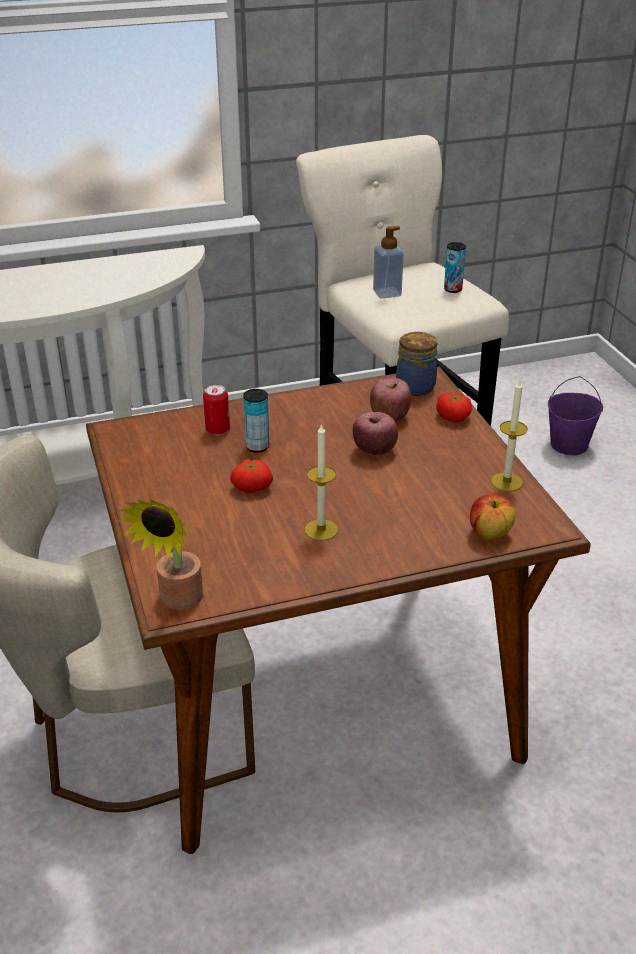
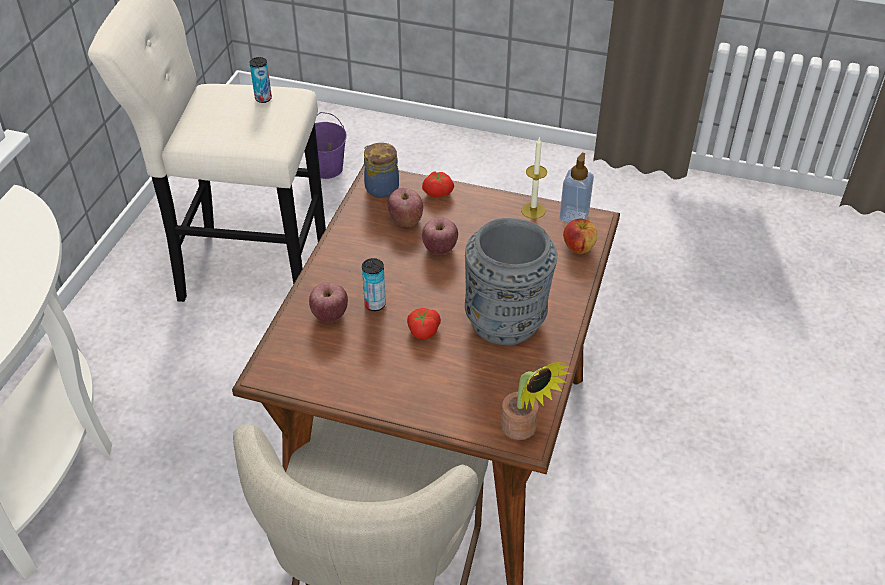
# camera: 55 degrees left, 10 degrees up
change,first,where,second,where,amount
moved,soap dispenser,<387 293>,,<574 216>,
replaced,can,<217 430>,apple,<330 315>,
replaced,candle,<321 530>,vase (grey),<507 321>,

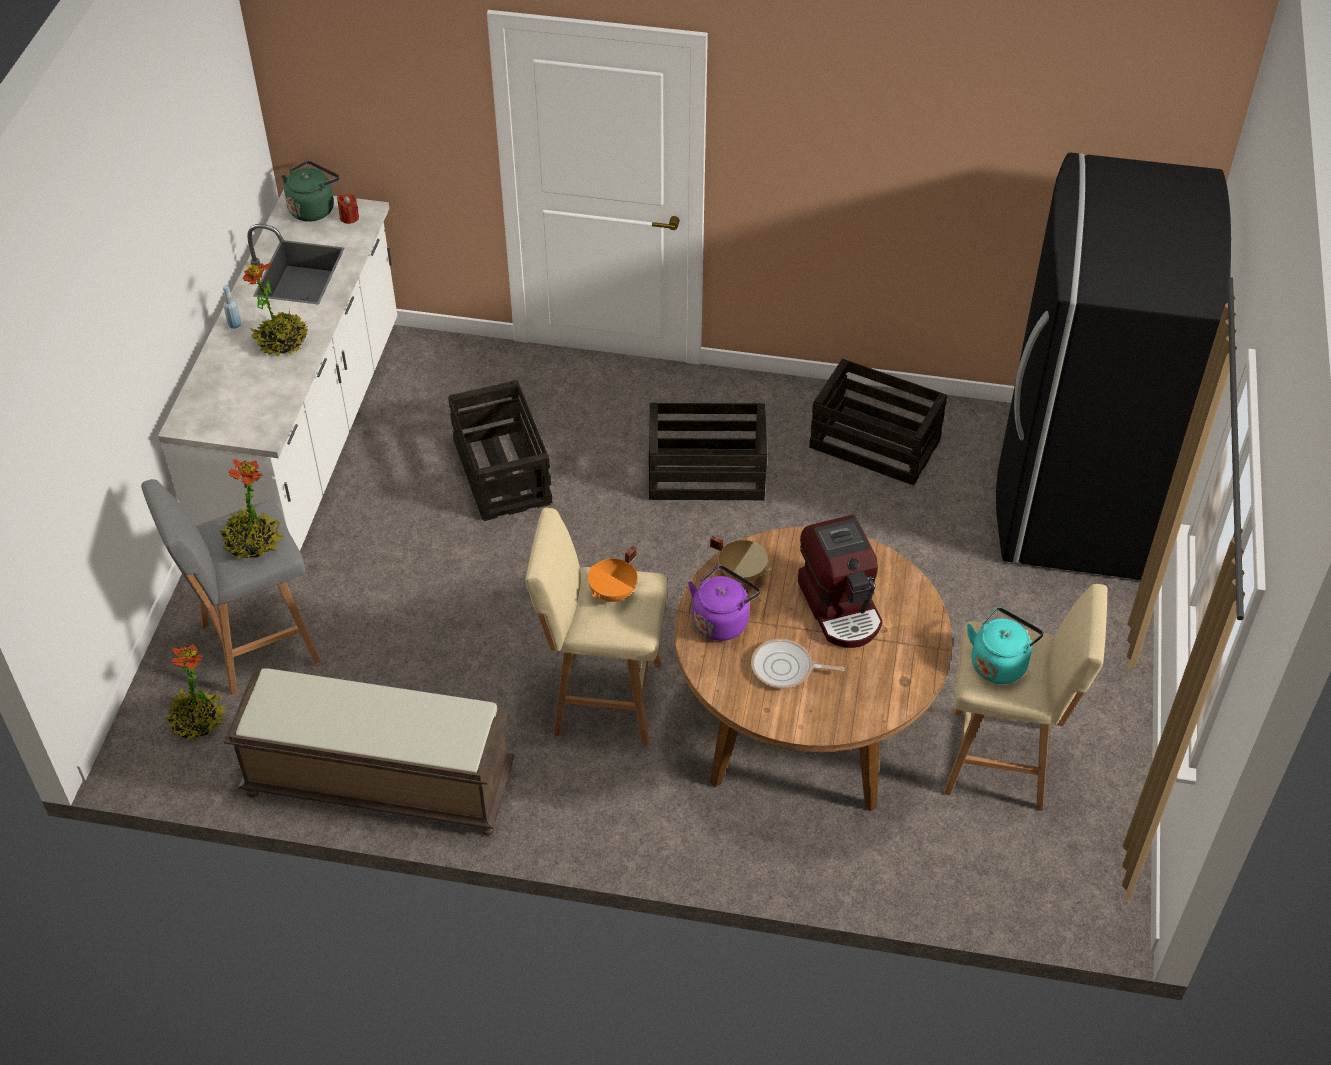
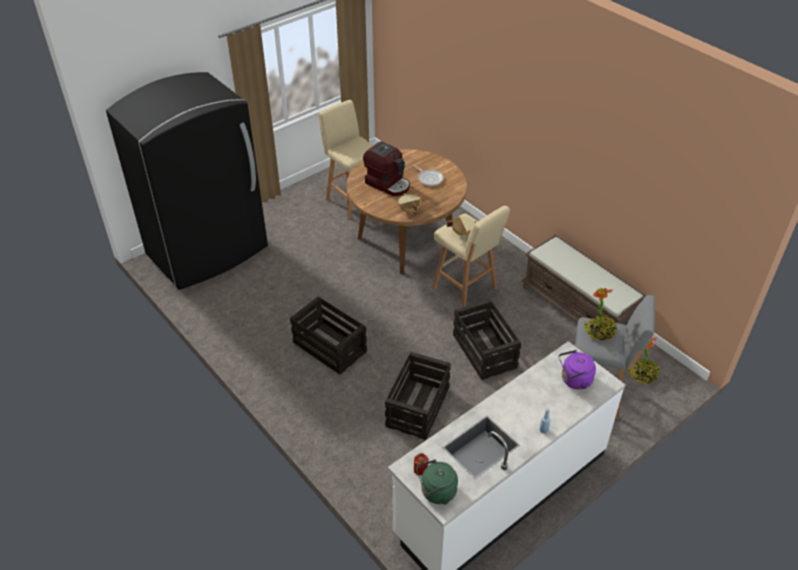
# camera: 140 degrees left, 5 degrees down
change,first,where,second,where,amount
removed,potted plant,<282 342>,,,
removed,kettle (turquoise),<999 662>,,,
moved,kettle (purple),<722 620>,,<574 380>,
moved,crate,<876 445>,,<484 351>,
recoloured,cooking pot (orange),<614 593>,cooking pot (beige),<462 232>,
turned,coffee machine,<841 607>,,<388 184>,105 degrees clockwise

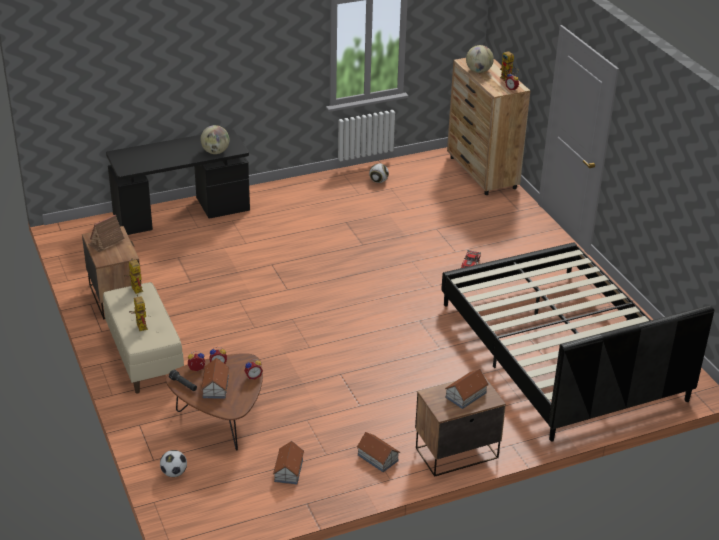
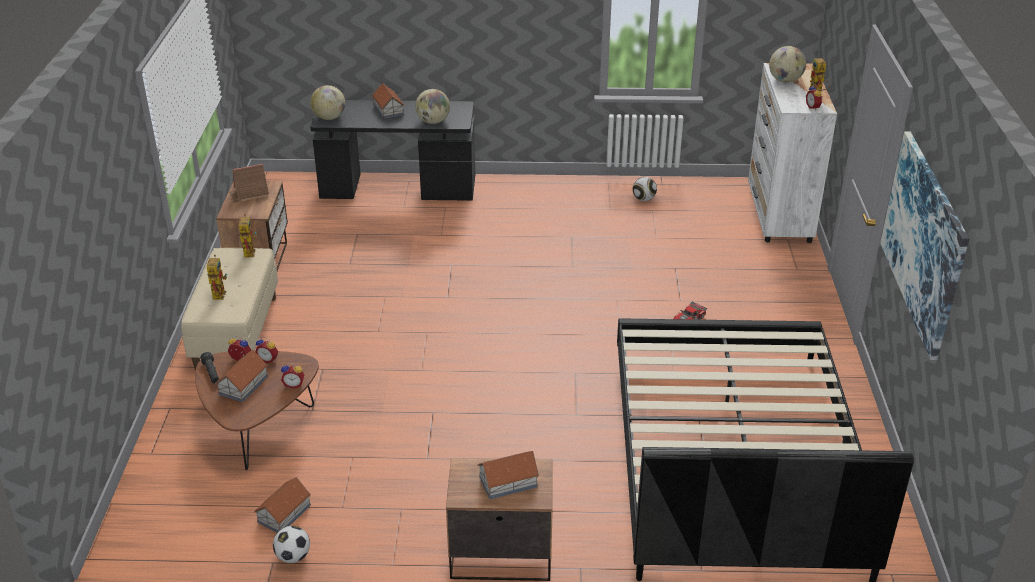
# camera: 25 degrees right, 0 degrees up
change,first,where,second,where,amount
added,,,globe,<329 118>,
added,,,picture,<924 241>,
moved,football,<174 473>,,<293 556>,
moved,toy house,<377 457>,,<388 109>,
recoloured,dresser (brown),<482 173>,dresser (white),<779 215>,

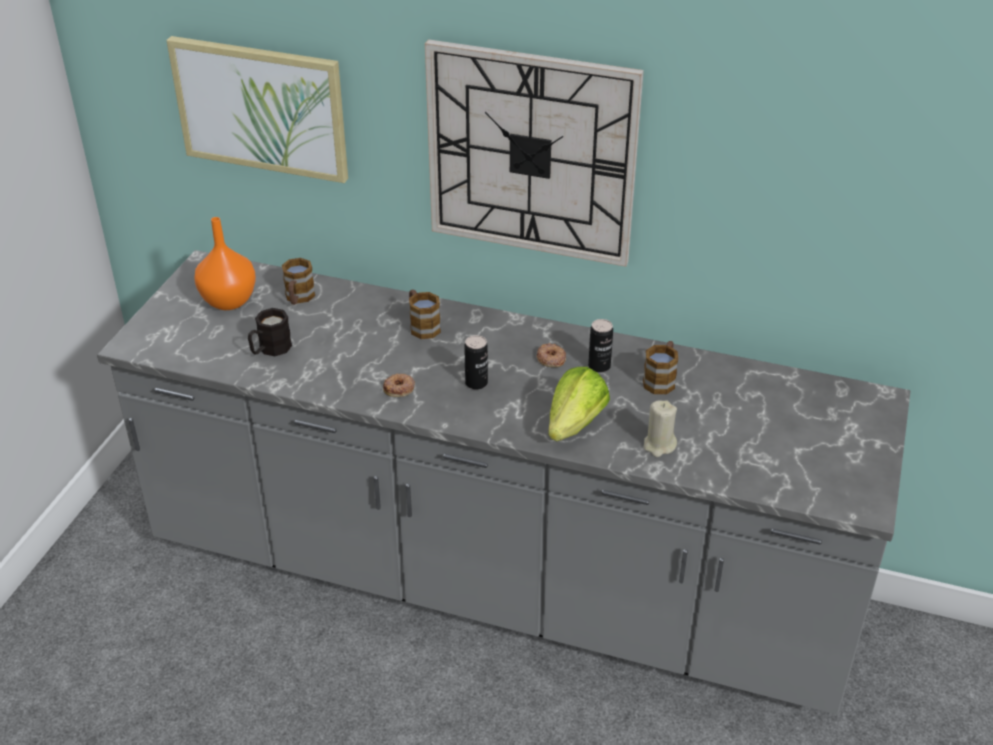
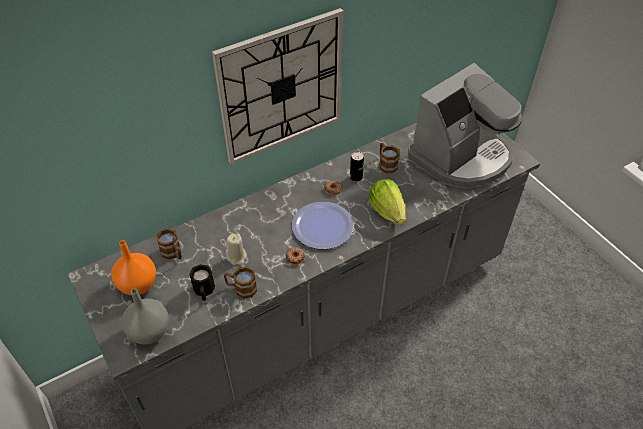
# camera: 50 degrees left, 10 degrees up
change,first,where,second,where,amount
removed,picture,<261 108>,,,
added,,,vase (grey),<150 331>,
added,,,coffee machine,<462 157>,
moved,mug,<422 326>,,<241 288>,
moved,candle (beige),<659 445>,,<237 257>,
replaced,can,<476 383>,plate,<322 226>,

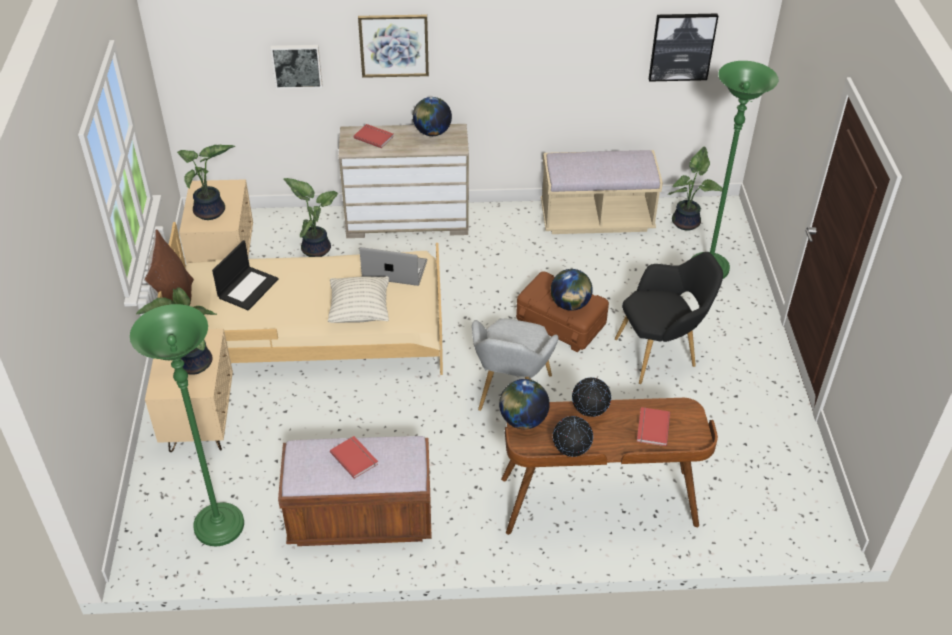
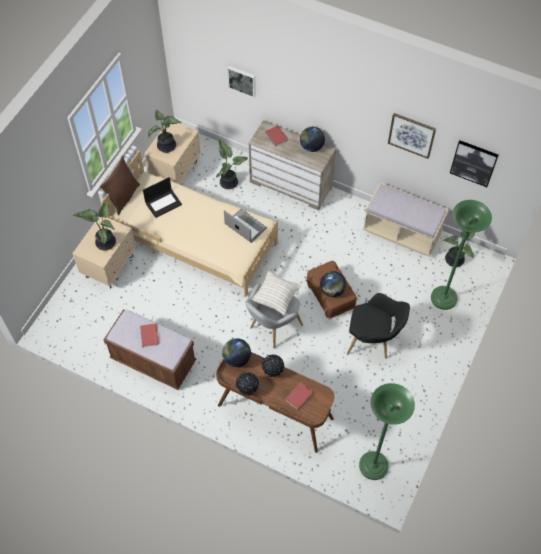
# camera: 30 degrees right, 15 degrees up
change,first,where,second,where,amount
moved,floor lamp (green),<219 526>,,<373 466>,
moved,pillow,<360 311>,,<276 297>,
moved,picture,<394 45>,,<411 135>,

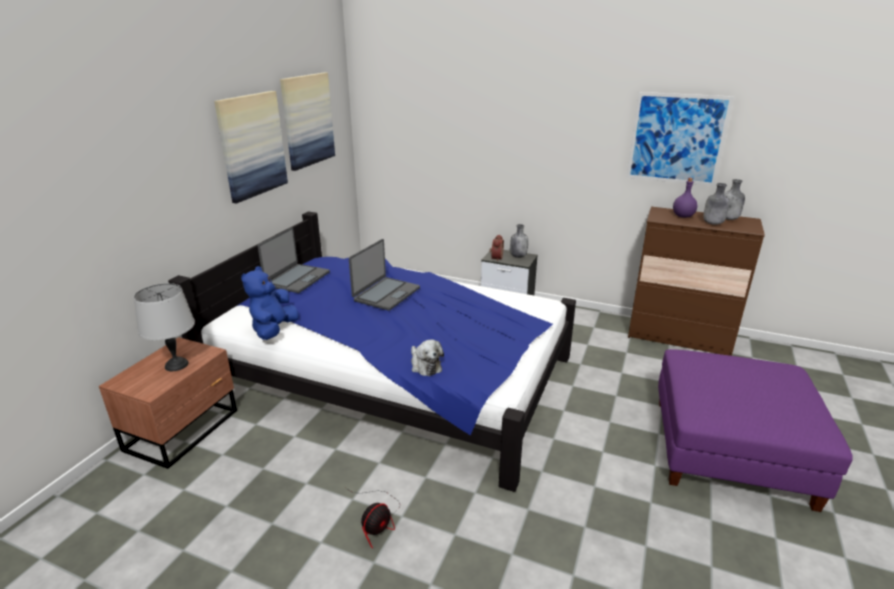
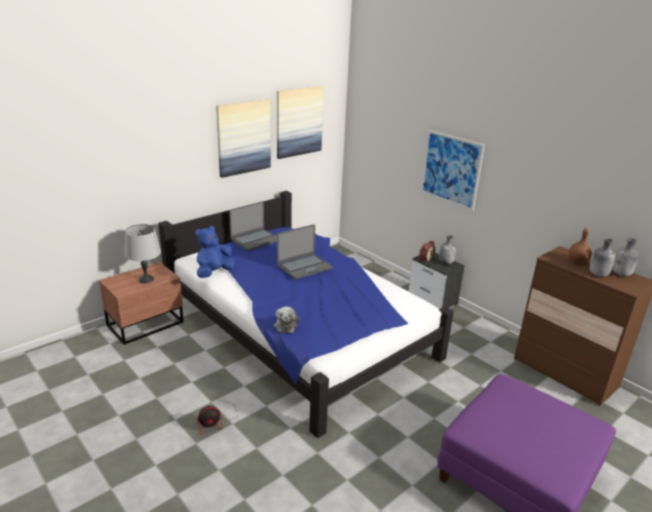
# camera: 25 degrees right, 0 degrees up
change,first,where,second,where,amount
moved,picture,<677 139>,,<450 169>,
recoloured,bottle (purple),<683 216>,bottle (brown),<577 261>,

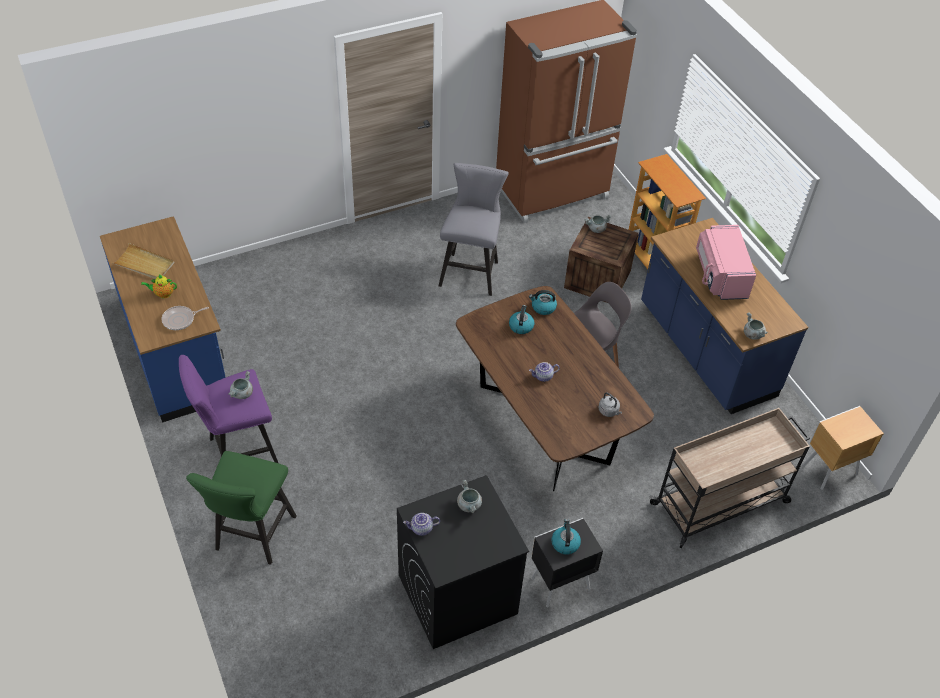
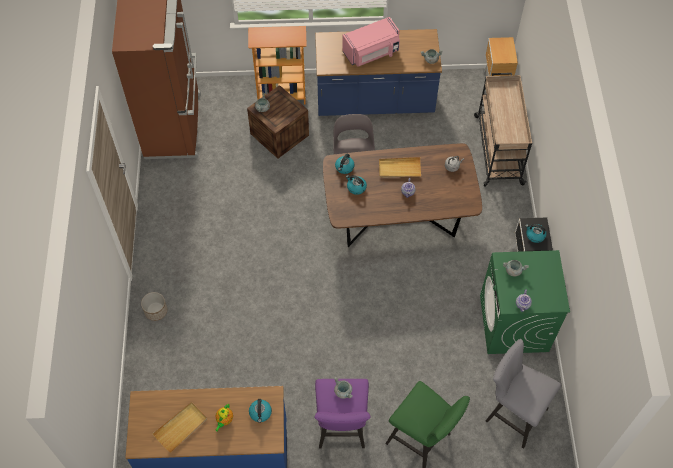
# camera: 65 degrees left, 10 degrees up
change,first,where,second,where,amount
added,,,planter,<156 311>,
added,,,tray (beige),<399 169>,
moved,stool (grey),<471 271>,,<512 413>,
replaced,frying pan,<180 320>,kettle,<260 413>,
recoloured,washing machine (black),<457 595>,washing machine (green),<514 324>,
turned,microwave (pink),<720 275>,,<372 53>,45 degrees counterclockwise

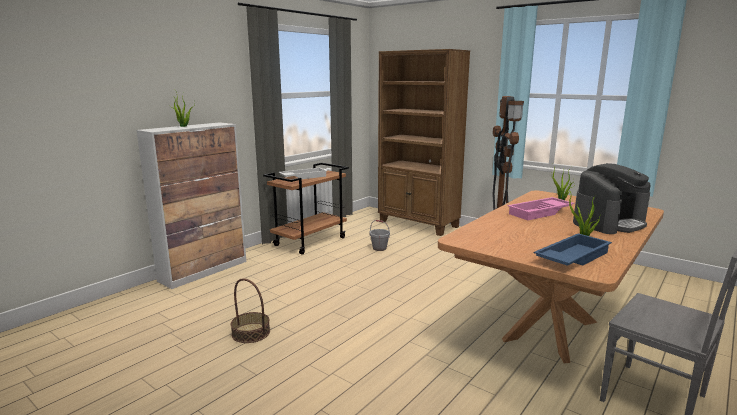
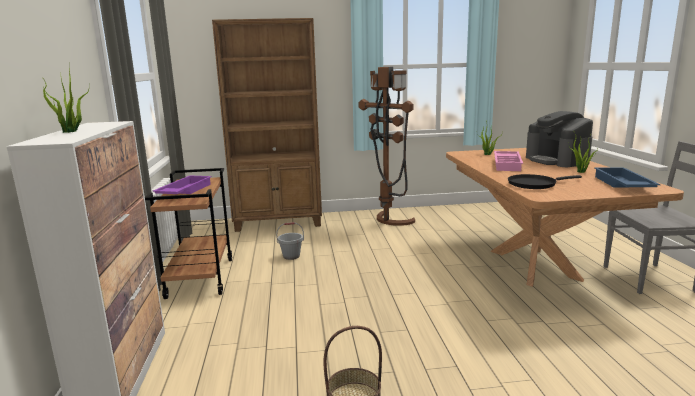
# camera: 45 degrees left, 0 degrees up
change,first,where,second,where,amount
added,,,frying pan (black),<534 184>,
recoloured,tray (white),<303 177>,tray (purple),<184 191>,
turned,coffee machine,<609 222>,,<557 160>,150 degrees clockwise

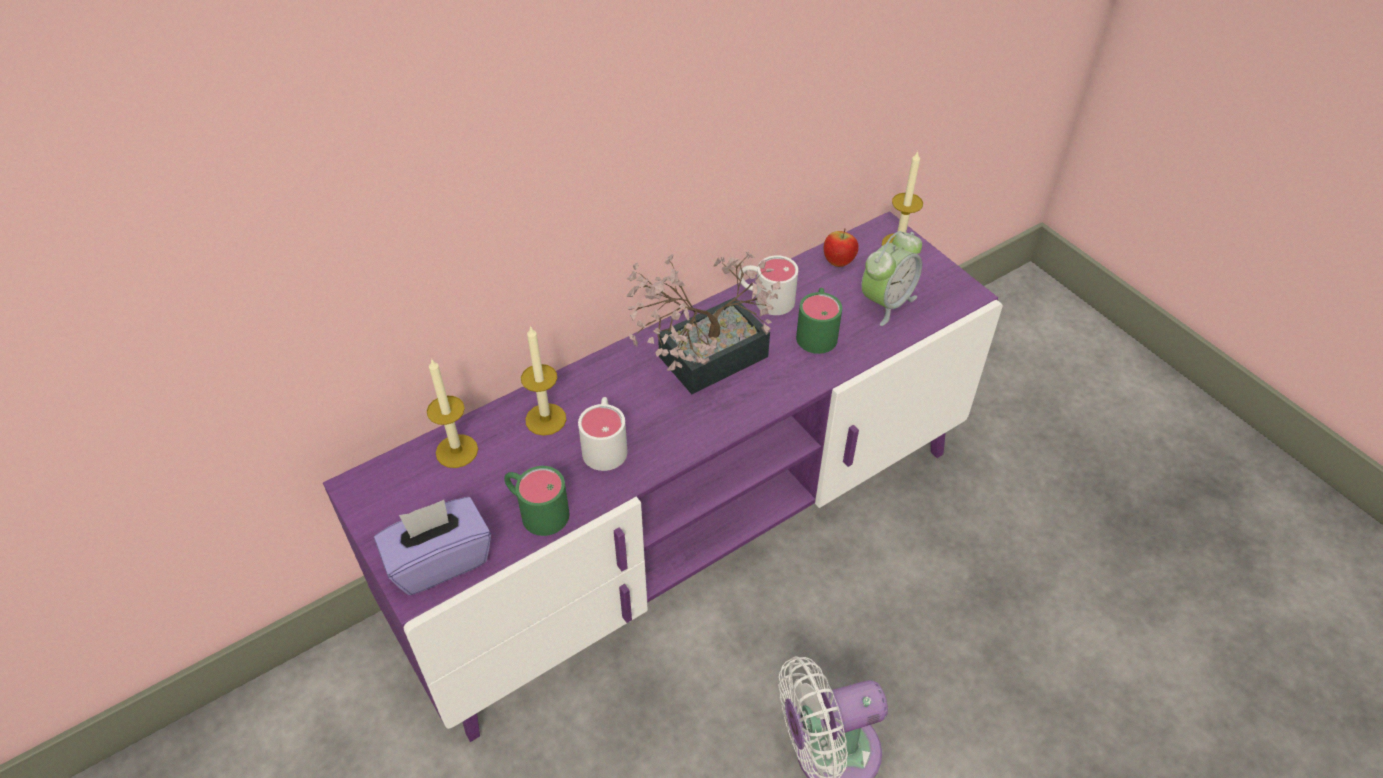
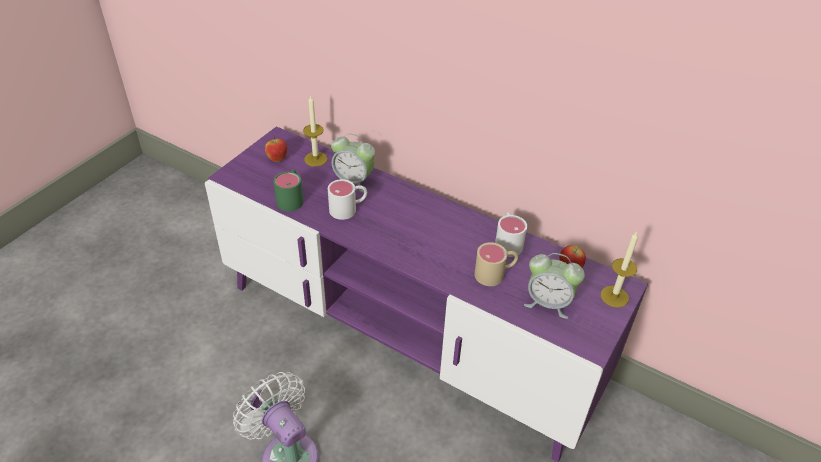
# camera: 65 degrees right, 5 degrees down
change,first,where,second,where,amount
removed,tissue box (purple),<439 560>,,,
removed,potted plant,<701 361>,,,
added,,,apple,<277 159>,
replaced,candle,<545 419>,alarm clock,<353 181>,
recoloured,mug (green),<817 331>,mug (beige),<495 274>,

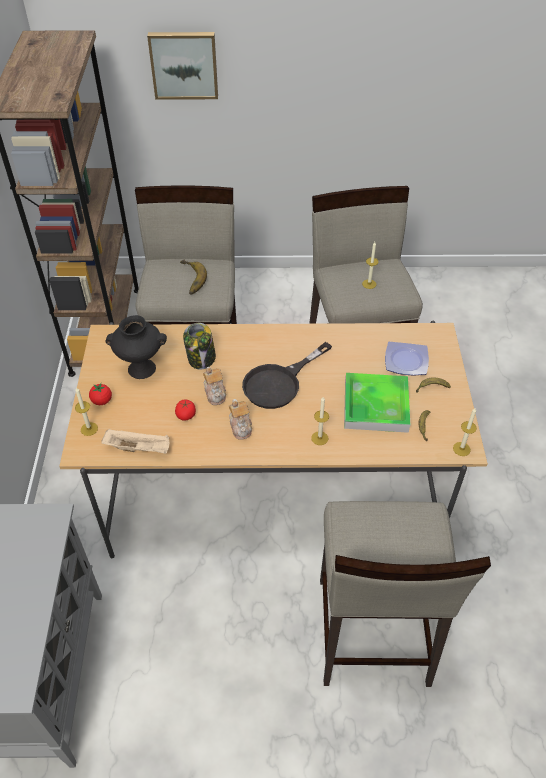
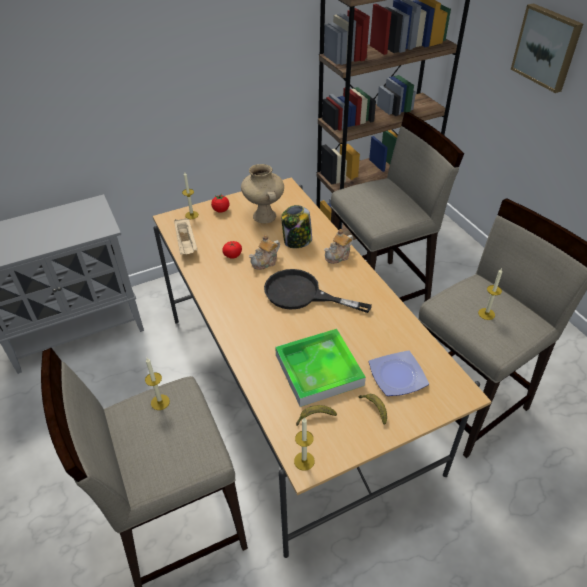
# camera: 65 degrees right, 5 degrees down
change,first,where,second,where,amount
removed,banana,<189 279>,,,
moved,teapot,<241 426>,,<338 256>,
moved,candle,<319 438>,,<160 402>,
recoloured,vase (black),<141 369>,vase (beige),<263 216>,

